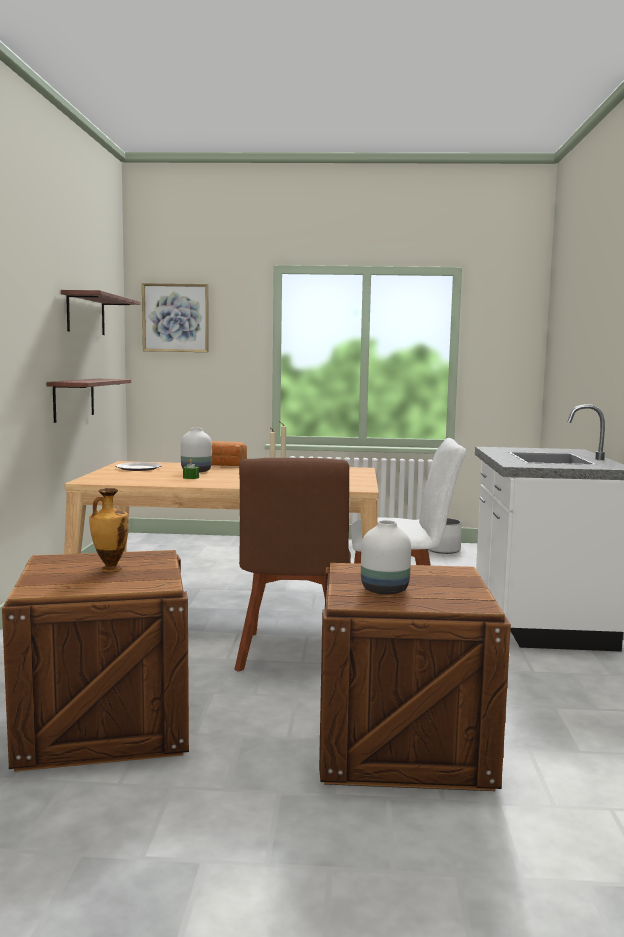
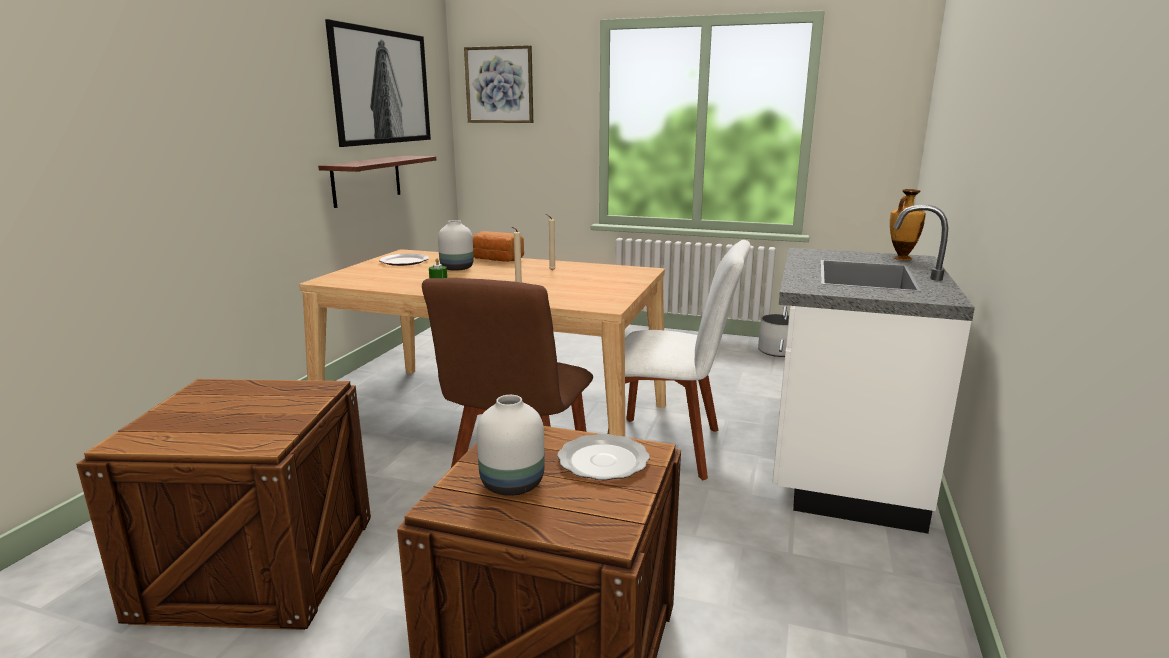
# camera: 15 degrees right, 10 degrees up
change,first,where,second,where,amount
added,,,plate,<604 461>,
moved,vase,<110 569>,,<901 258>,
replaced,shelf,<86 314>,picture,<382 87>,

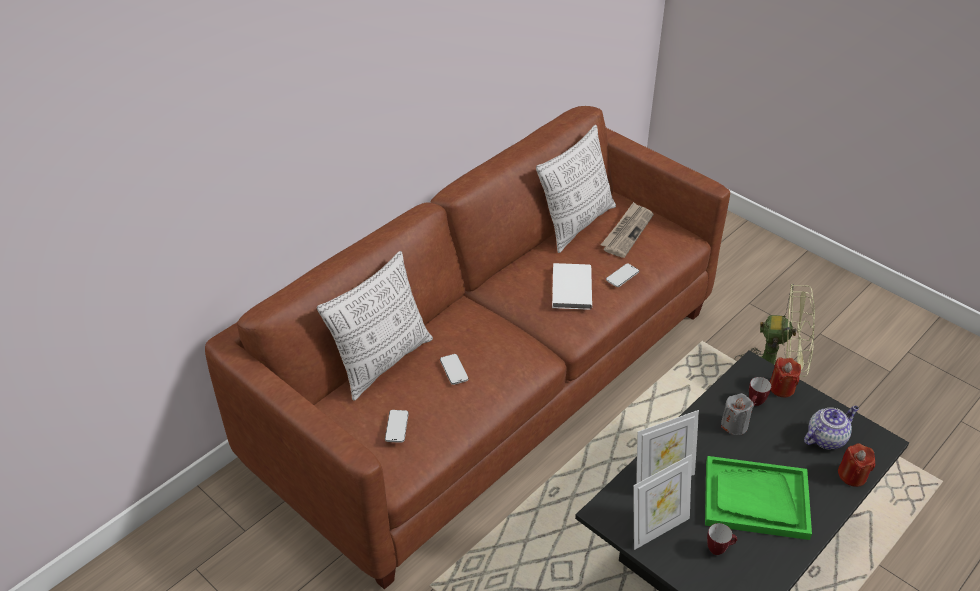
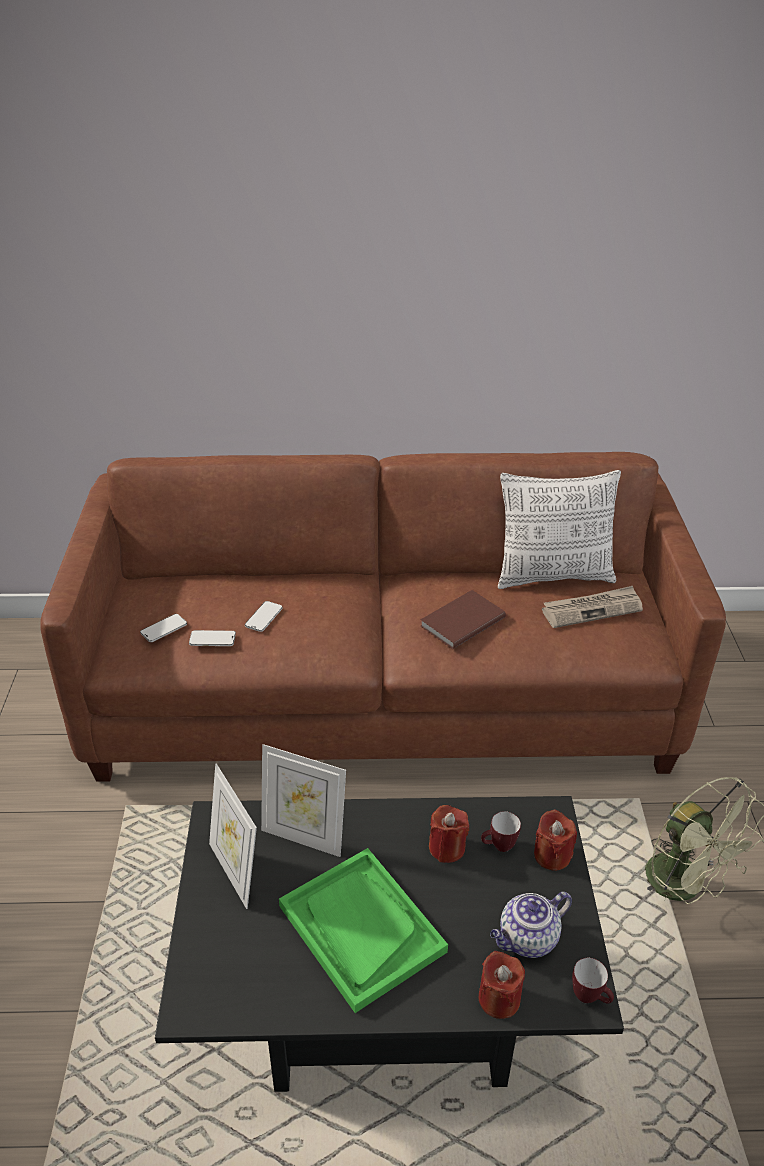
# camera: 45 degrees right, 5 degrees down
change,first,where,second,where,amount
removed,pillow,<382 362>,,,
moved,phone,<622 276>,,<212 639>,
moved,mug,<719 549>,,<590 997>,
recoloured,book (white),<570 289>,book (brown),<460 621>,
recoloured,candle (grey),<734 425>,candle (red),<447 848>,
turned,picture frame,<657 528>,,<236 871>,45 degrees clockwise
turned,teapot,<826 438>,,<527 940>,135 degrees clockwise

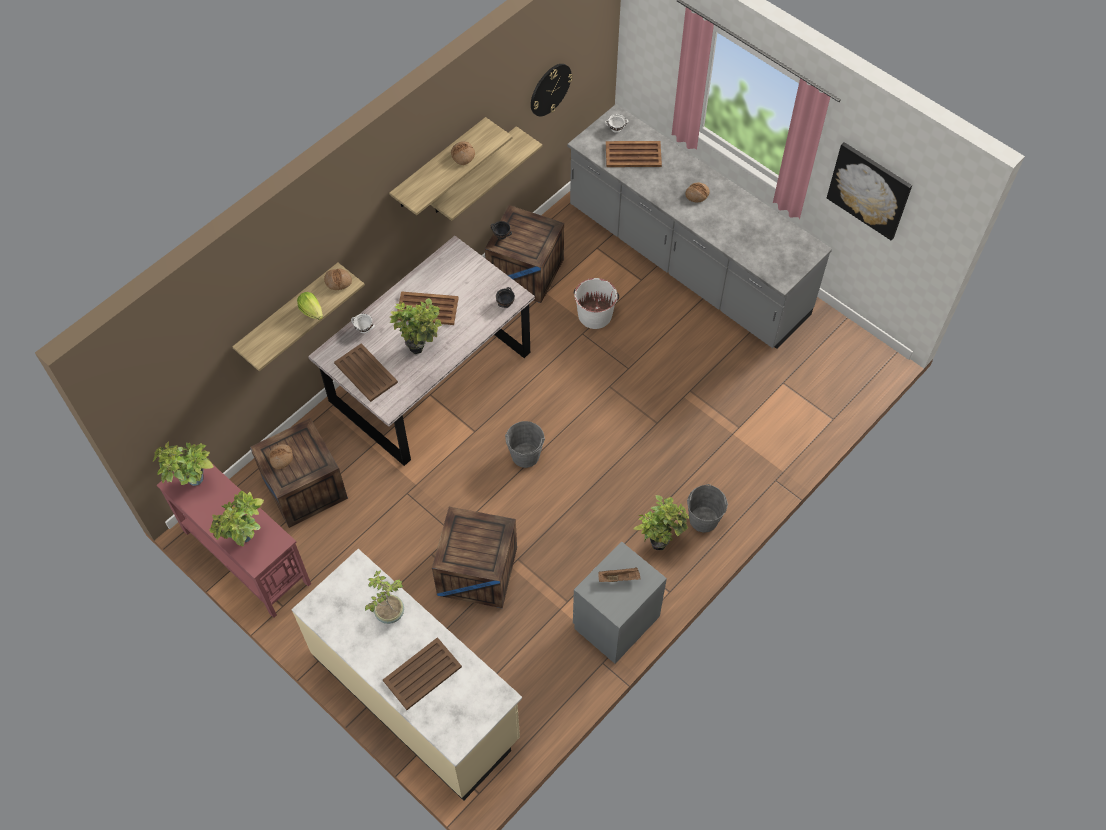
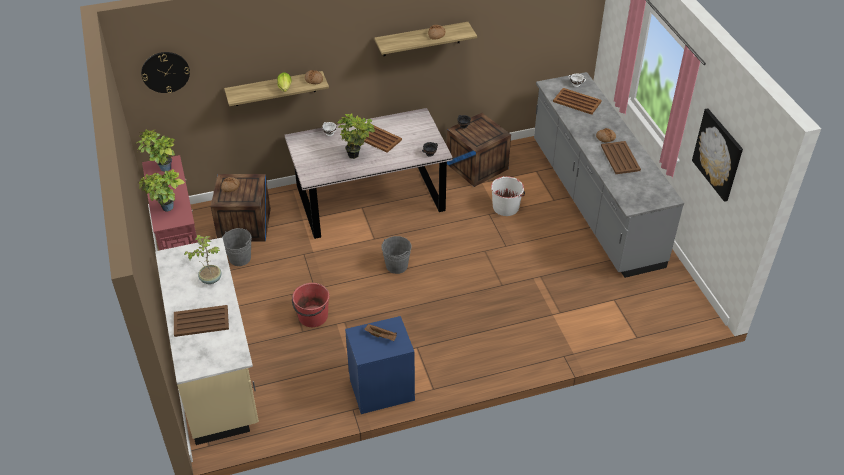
# camera: 30 degrees right, 15 degrees down
change,first,where,second,where,amount
removed,shelf,<472 172>,,,
removed,potted plant,<659 540>,,,
moved,tray (brown),<365 372>,,<620 158>,
moved,wall clock,<550 89>,,<165 72>,
moved,bucket (grey),<703 519>,,<240 258>,
replaced,crate,<477 571>,bucket (red),<312 317>,
recoloured,nightstand (grey),<615 621>,nightstand (blue),<381 389>,

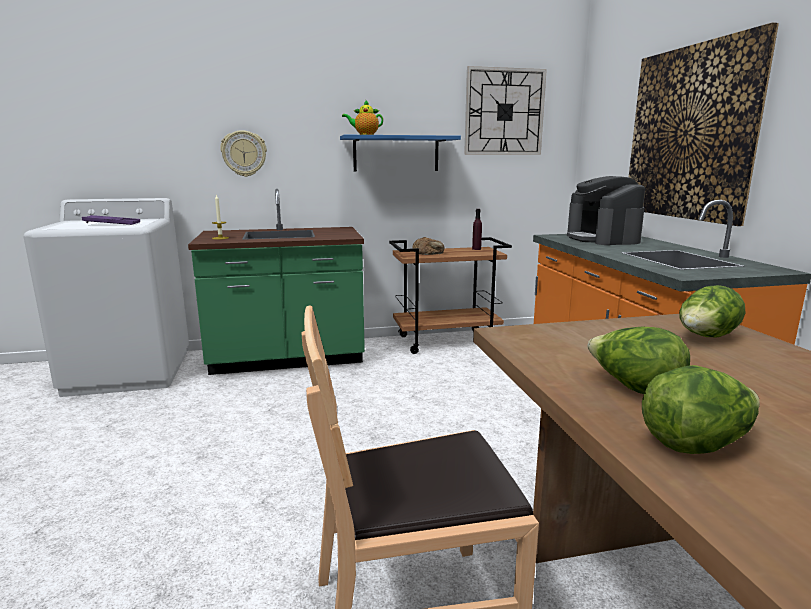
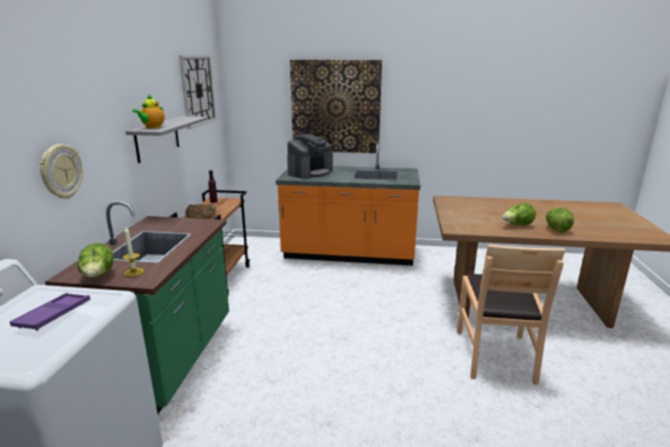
# camera: 70 degrees left, 5 degrees up
change,first,where,second,where,amount
moved,lettuce,<705 338>,,<98 277>,
recoloured,shelf (blue),<396 154>,shelf (grey),<157 138>,
turned,coffee machine,<602 239>,,<310 172>,60 degrees counterclockwise

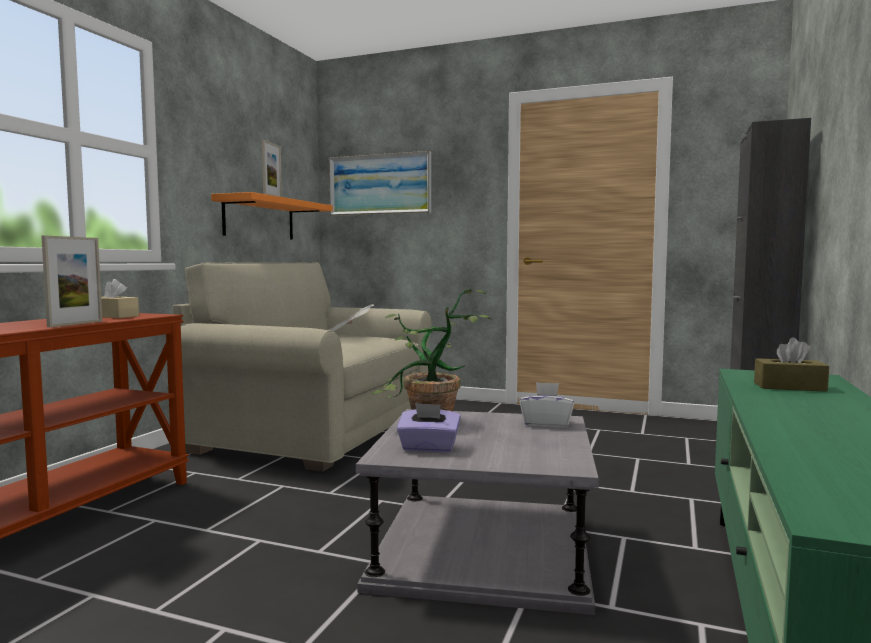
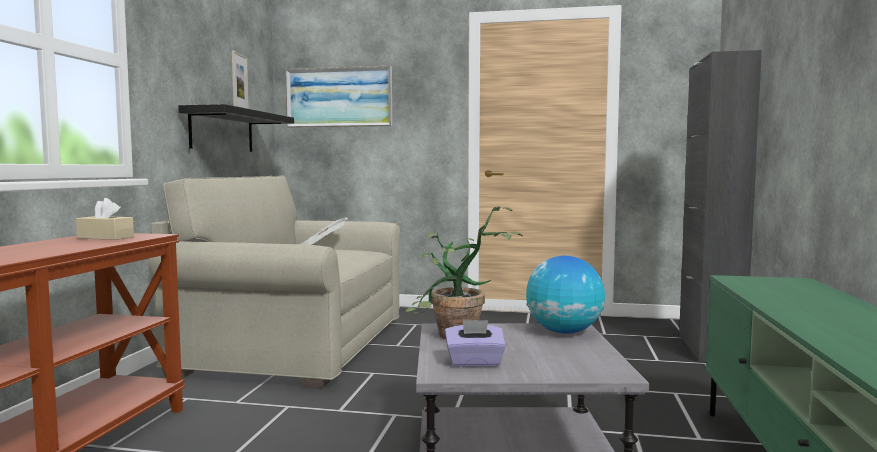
# camera: 10 degrees left, 0 degrees up
change,first,where,second,where,amount
removed,picture frame,<76 324>,,,
removed,tissue box (brown),<789 387>,,,
replaced,tissue box (white),<546 423>,globe,<563 332>,
recoloured,shelf (orange),<259 219>,shelf (black),<222 131>,

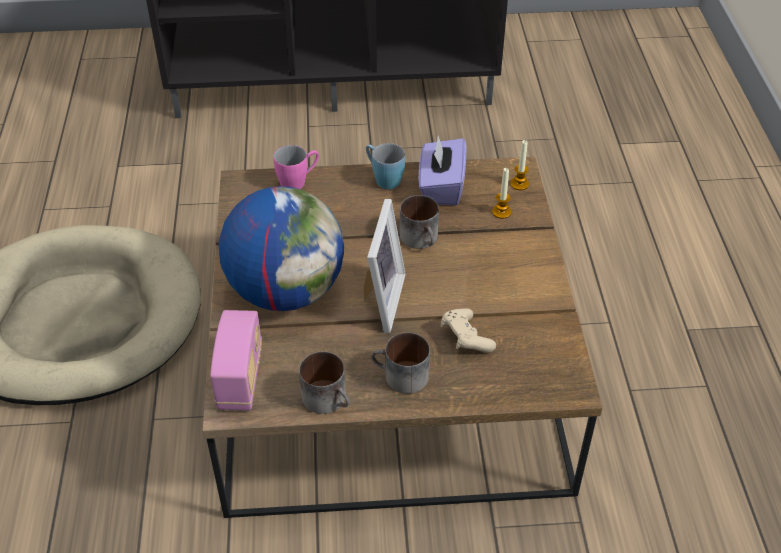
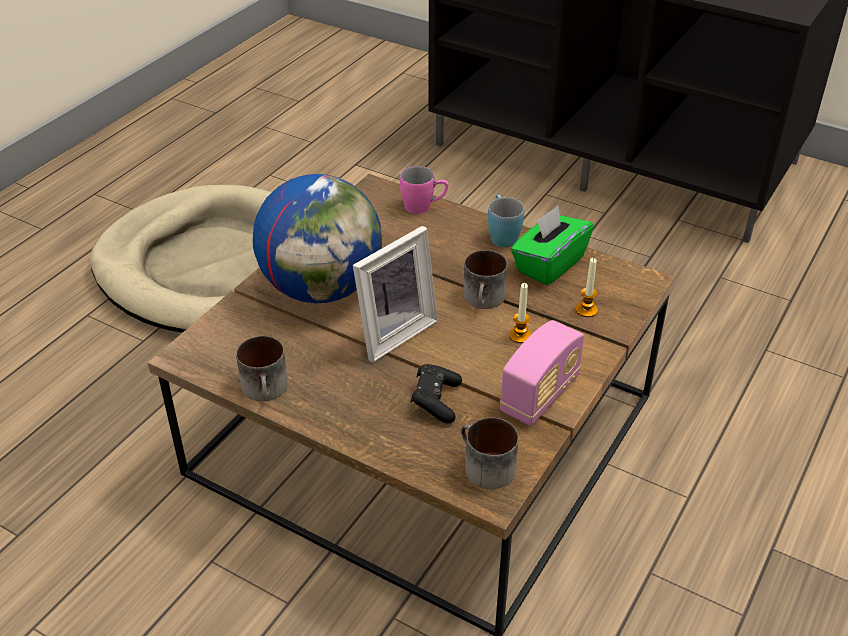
# camera: 35 degrees right, 5 degrees down
change,first,where,second,where,amount
moved,radio,<240 378>,,<540 395>,
moved,mug,<400 377>,,<483 467>,
moved,candle,<519 184>,,<520 336>,
recoloured,tissue box (purple),<441 187>,tissue box (green),<549 264>,
recoloured,game controller (beige),<465 338>,game controller (black),<436 401>,

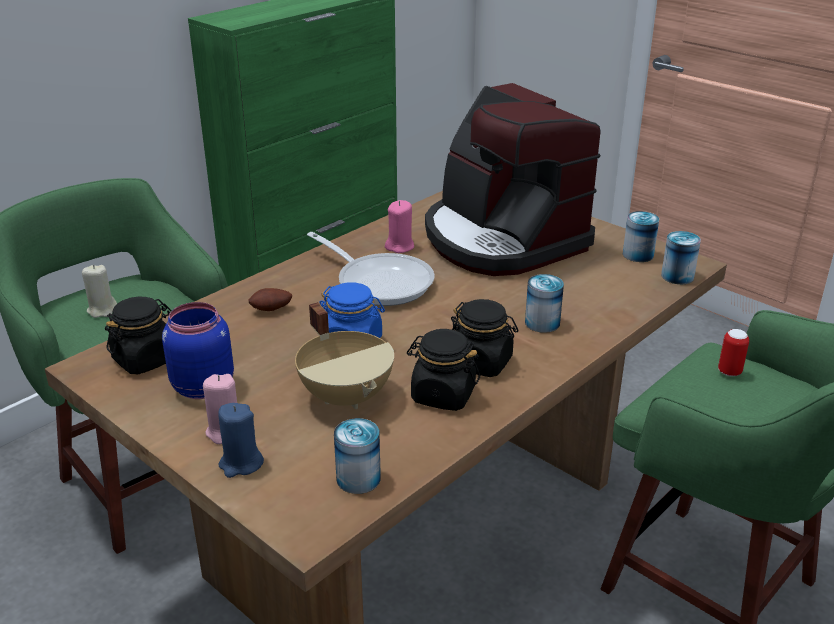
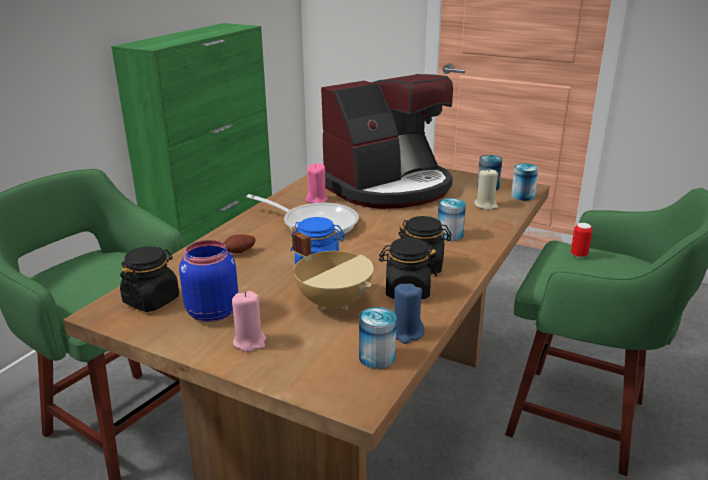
# camera: 15 degrees left, 5 degrees down
change,first,where,second,where,amount
moved,candle (beige),<102 310>,,<486 205>,
moved,candle (blue),<241 463>,,<406 333>,
turned,coffee machine,<502 239>,,<388 187>,75 degrees counterclockwise

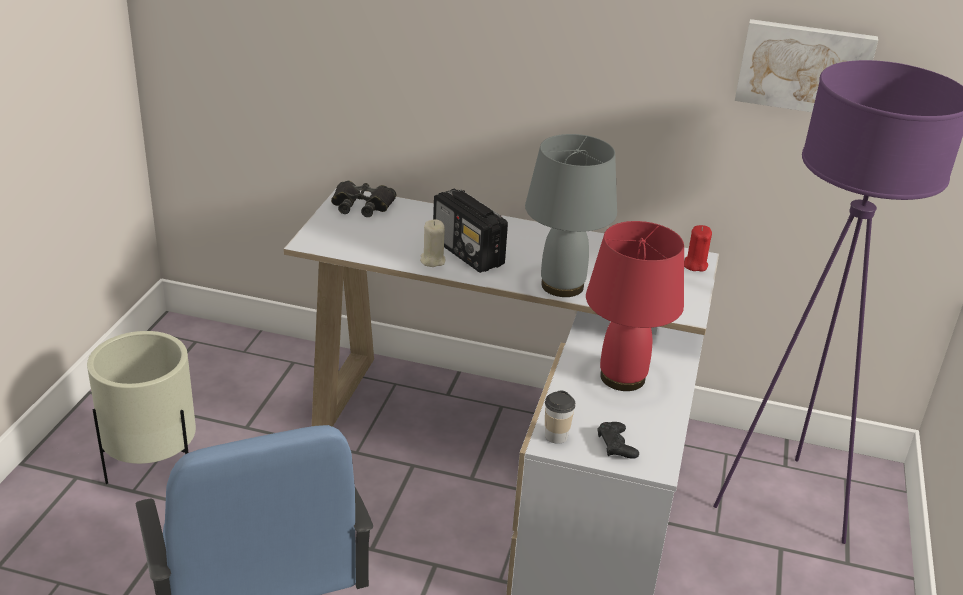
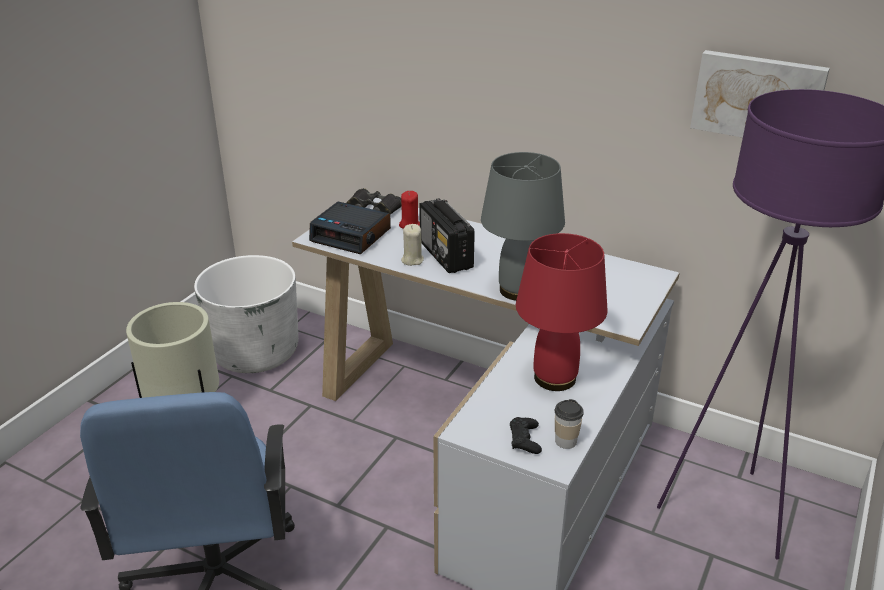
# camera: 15 degrees right, 0 degrees up
change,first,where,second,where,amount
added,,,planter (white),<255 352>,
added,,,alarm clock,<351 235>,
moved,cup,<556 436>,,<565 441>,
moved,candle (red),<695 265>,,<409 224>,

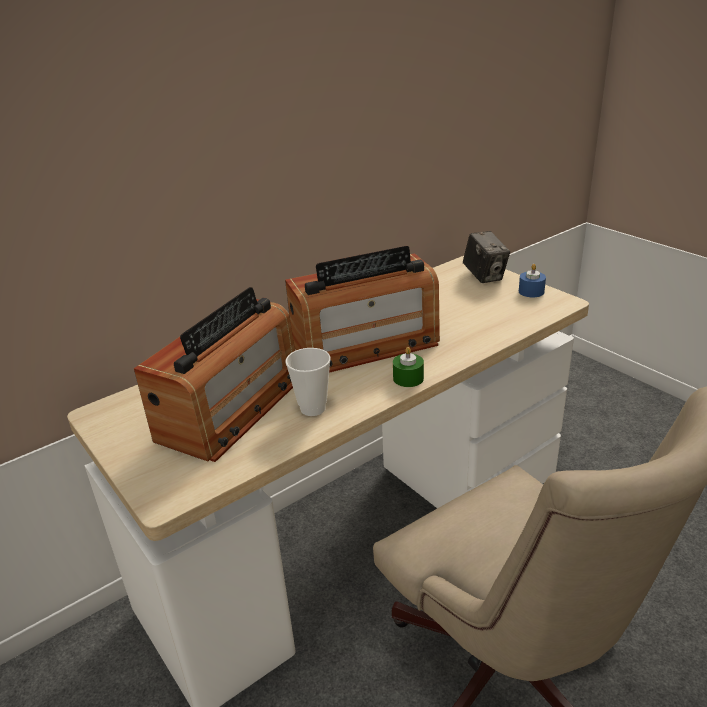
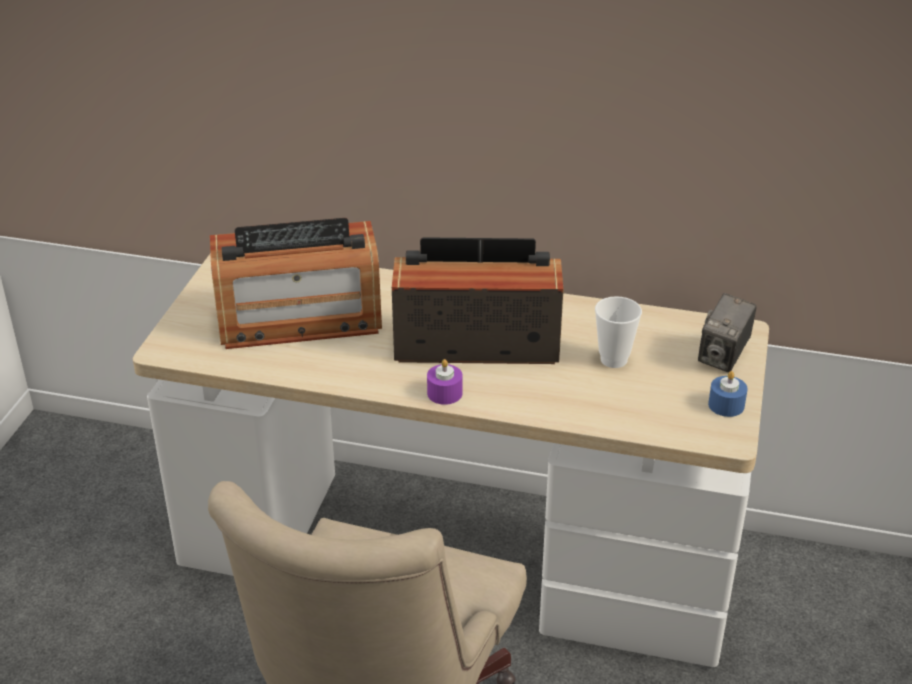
# camera: 50 degrees right, 5 degrees up
change,first,where,second,where,amount
moved,cup,<313 408>,,<613 360>,
recoloured,candle (green),<408 378>,candle (purple),<444 393>,
turned,radio,<365 345>,,<477 342>,150 degrees clockwise

